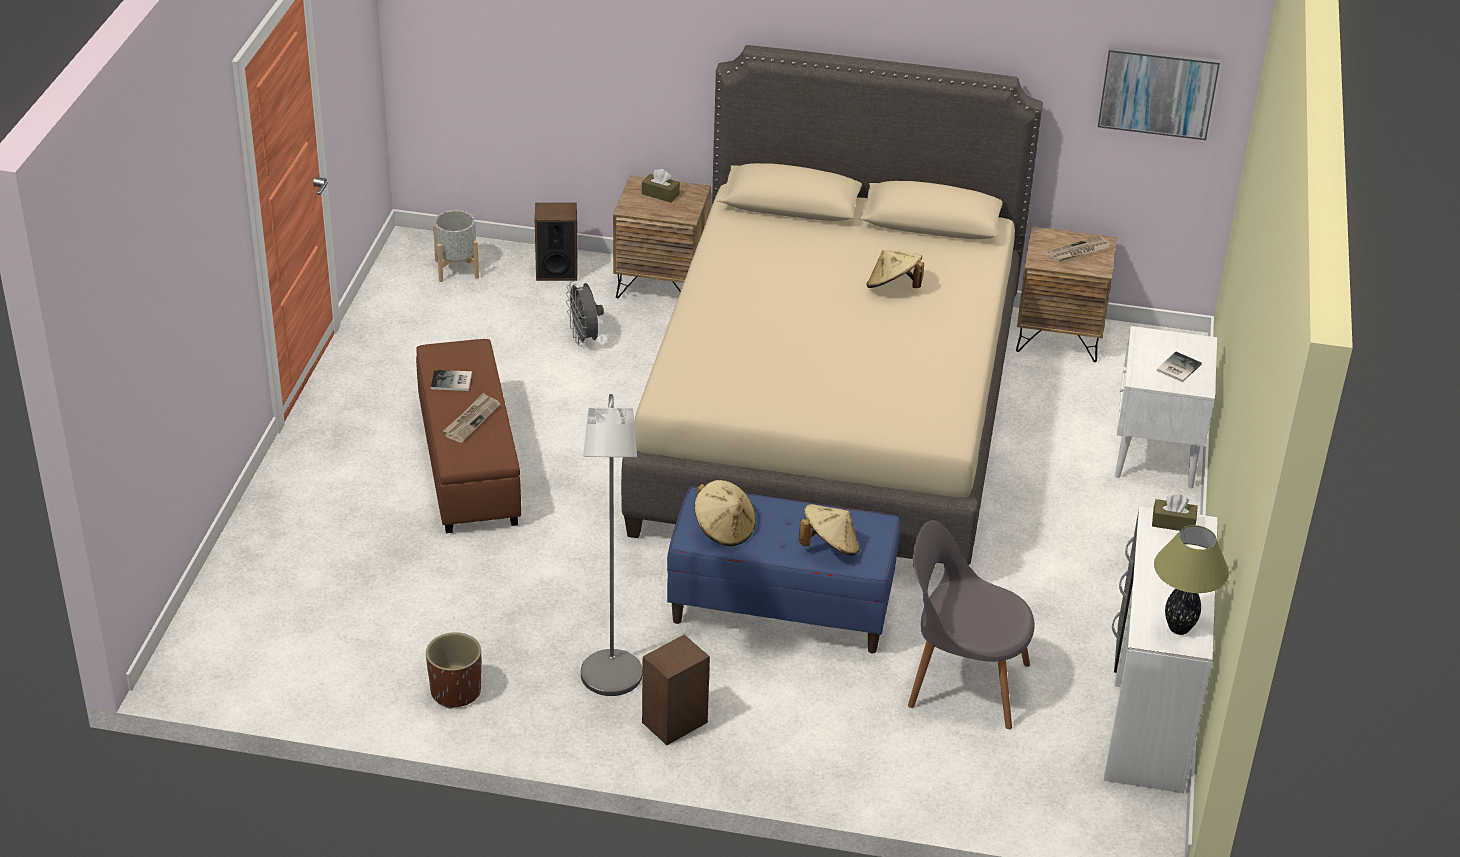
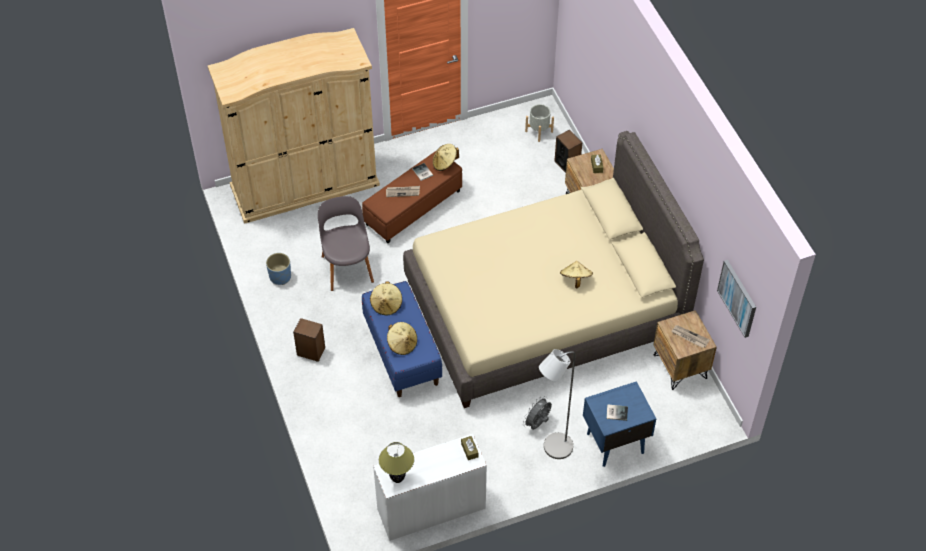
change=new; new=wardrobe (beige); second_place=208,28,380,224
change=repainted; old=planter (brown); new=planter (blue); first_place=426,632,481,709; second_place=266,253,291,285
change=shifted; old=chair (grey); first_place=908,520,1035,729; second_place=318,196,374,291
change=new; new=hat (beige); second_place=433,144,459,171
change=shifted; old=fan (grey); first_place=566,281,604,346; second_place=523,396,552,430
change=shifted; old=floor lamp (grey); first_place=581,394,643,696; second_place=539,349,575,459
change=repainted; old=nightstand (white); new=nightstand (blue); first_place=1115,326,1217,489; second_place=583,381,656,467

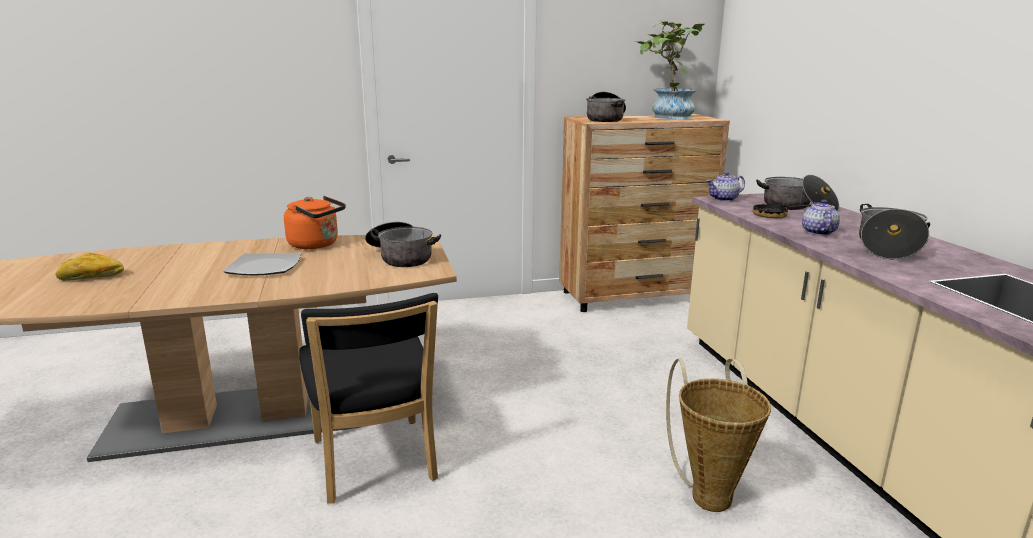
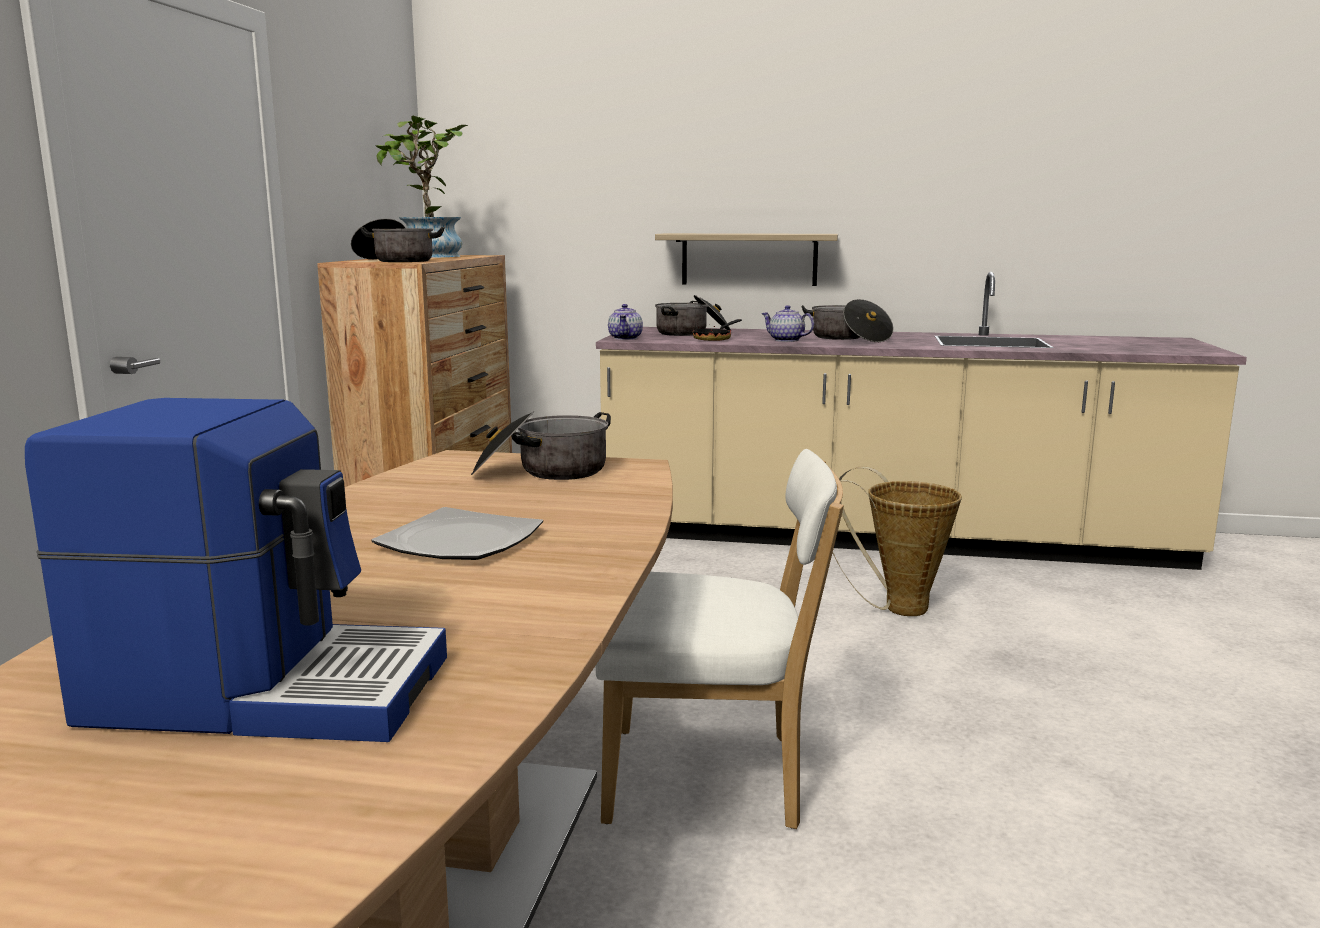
change=swapped; old=bread; new=coffee machine; first_place=56,253,124,281; second_place=25,398,447,742
change=repainted; old=chair (black); new=chair (white); first_place=299,293,438,504; second_place=596,449,844,829
change=new; new=shelf; second_place=655,233,838,286
change=gone; old=kettle (orange); first_place=284,196,346,249

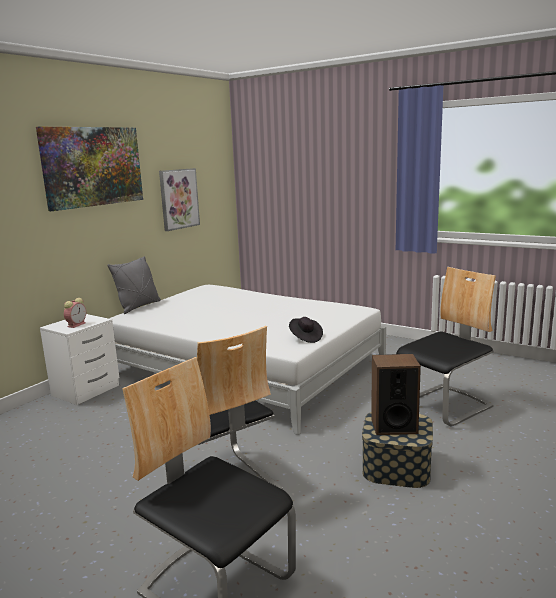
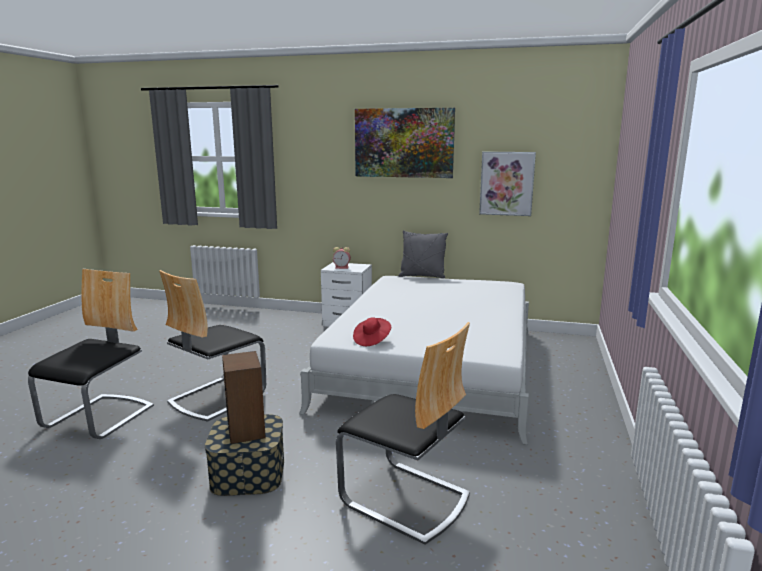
change=repainted; old=hat (black); new=hat (red); first_place=289,317,323,343; second_place=353,317,391,346

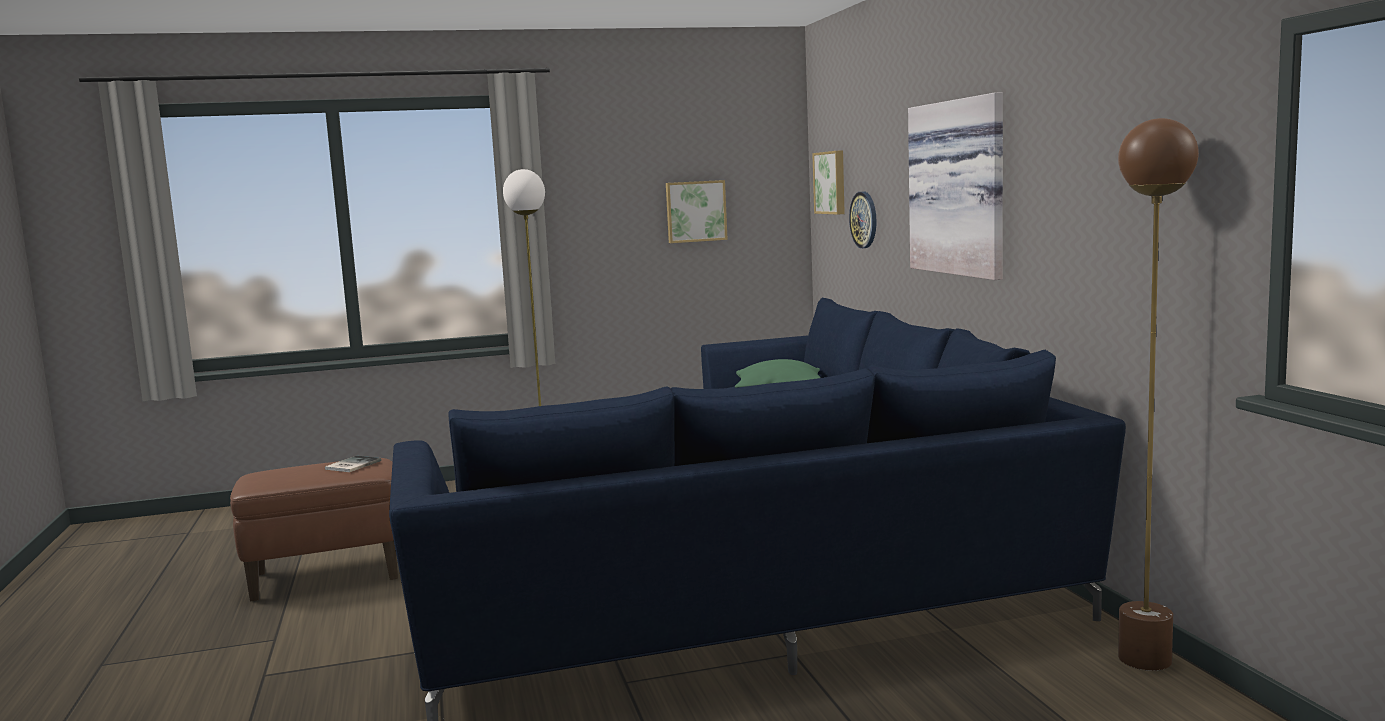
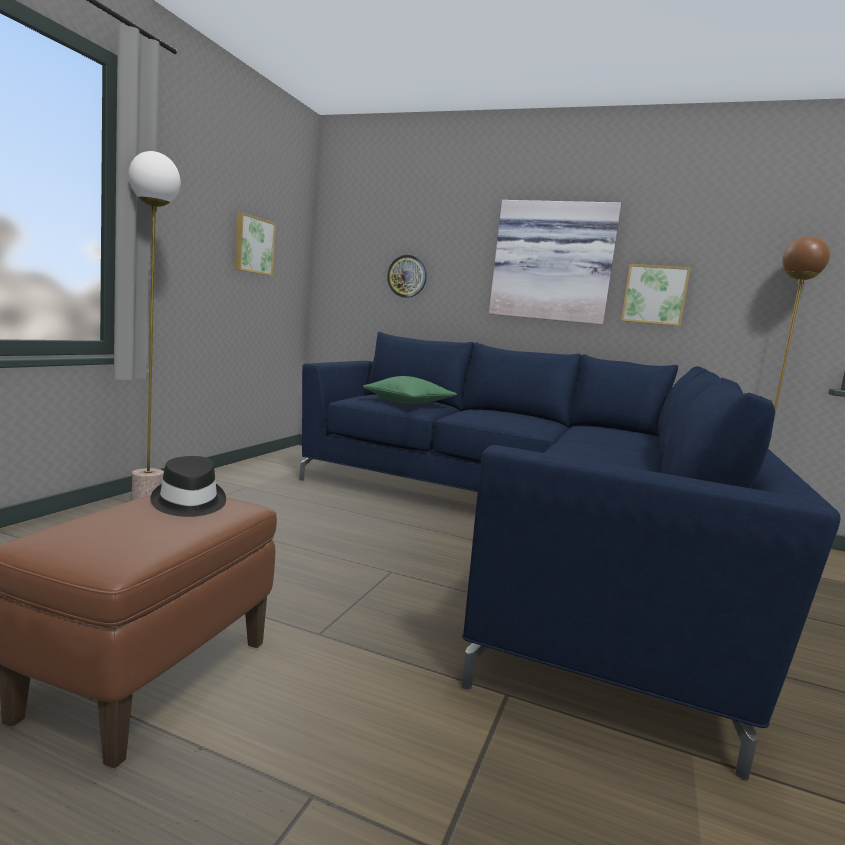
change=swapped; old=book; new=hat (black); first_place=325,456,381,472; second_place=151,456,226,517
change=shifted; old=picture; first_place=812,150,845,215; second_place=621,264,691,326

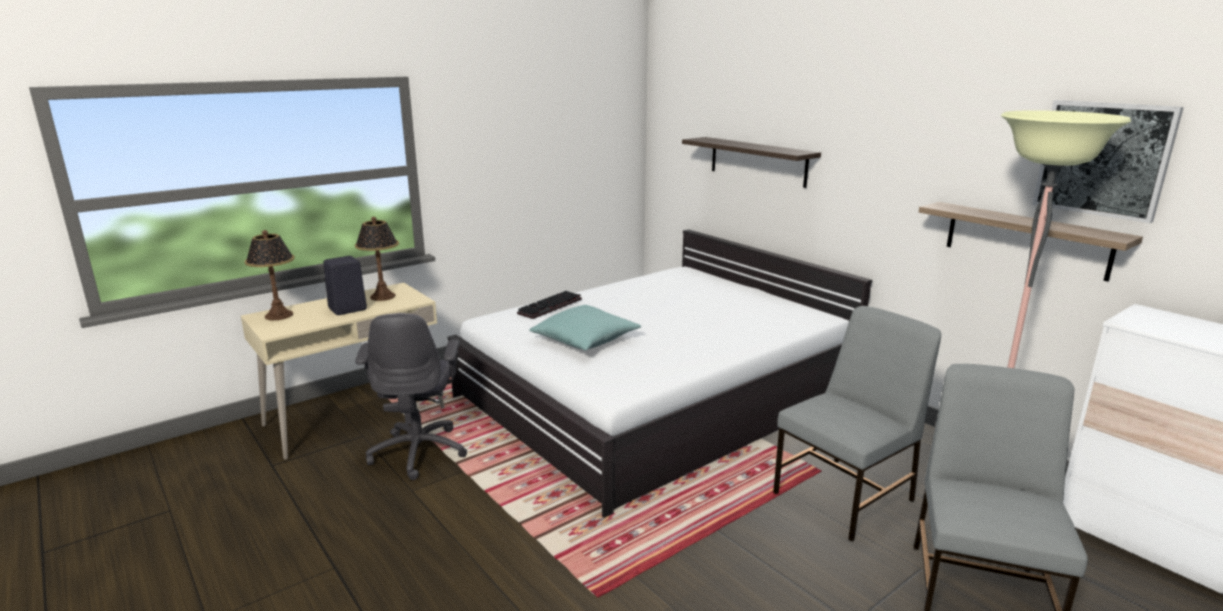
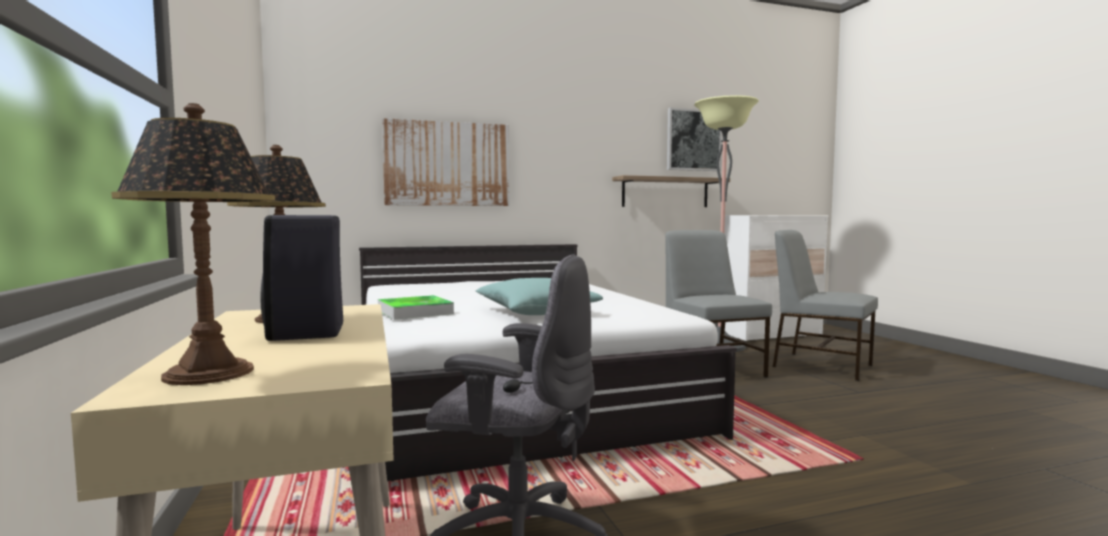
change=swapped; old=keyboard; new=tray; first_place=517,291,582,319; second_place=378,295,454,320
change=swapped; old=shelf; new=picture; first_place=682,137,821,188; second_place=382,118,509,206

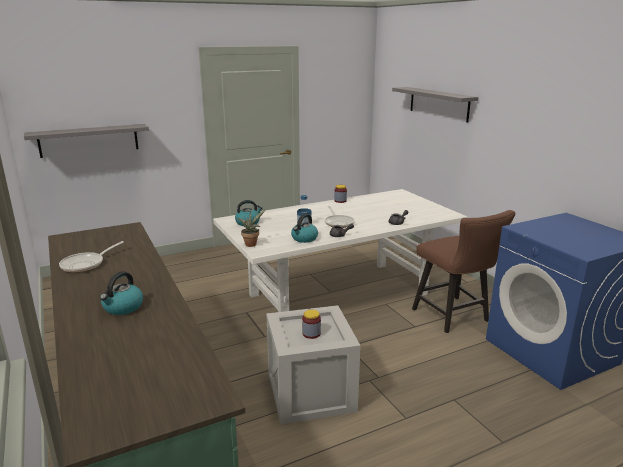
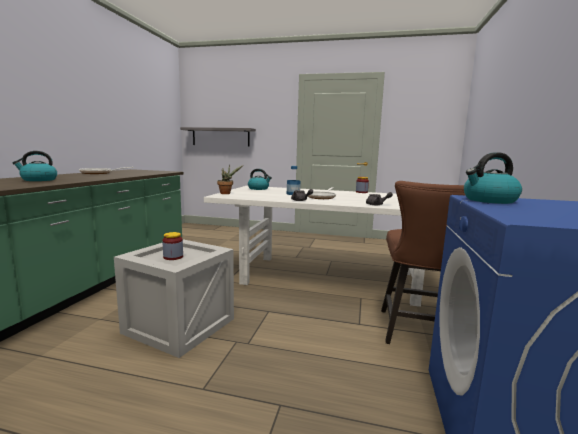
change=shifted; old=kettle; first_place=291,214,318,243; second_place=464,152,522,204
change=gone; old=shelf (grey); first_place=392,87,478,122

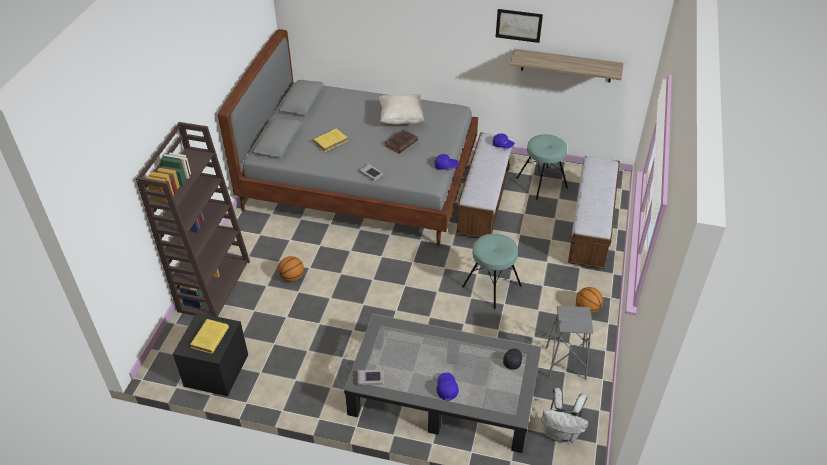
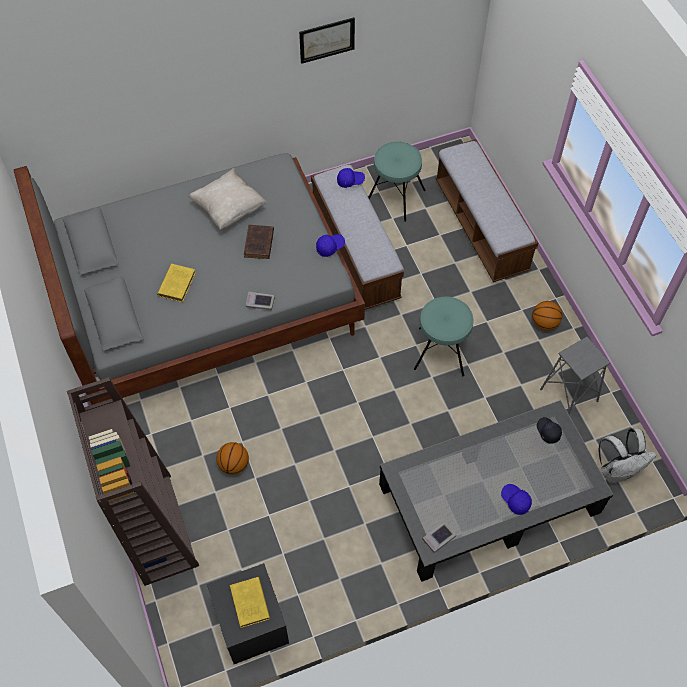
change=gone; old=shelf; first_place=510,49,623,82

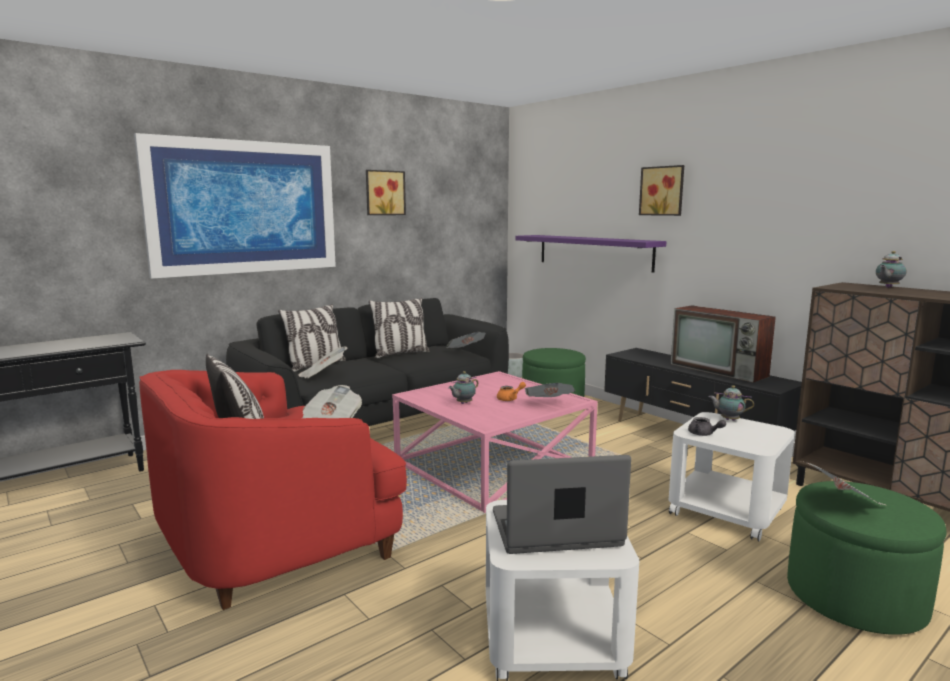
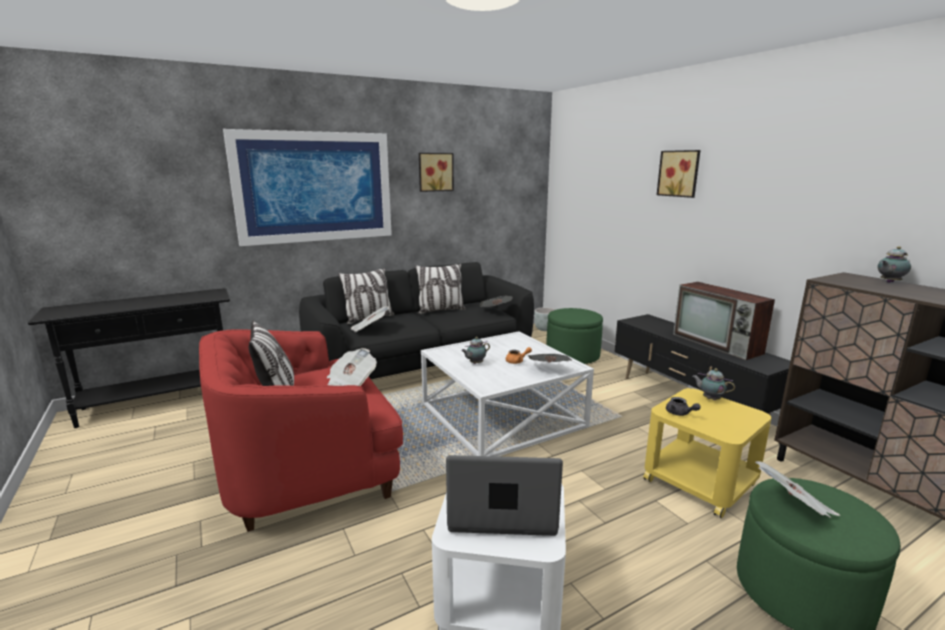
change=repainted; old=coffee table (pink); new=coffee table (white); first_place=392,371,598,513; second_place=421,331,594,456
change=repainted; old=side table (white); new=side table (yellow); first_place=669,412,795,542; second_place=643,388,772,518
change=gone; old=shelf (purple); first_place=515,235,666,273

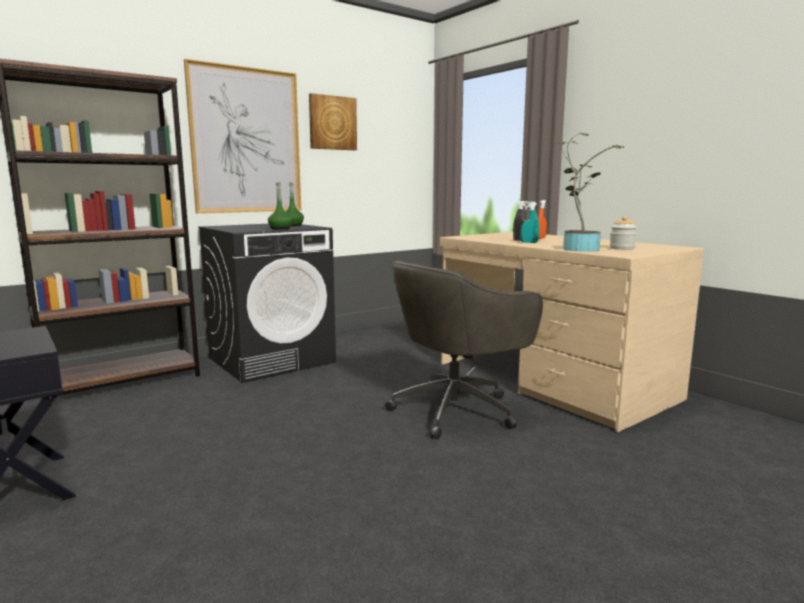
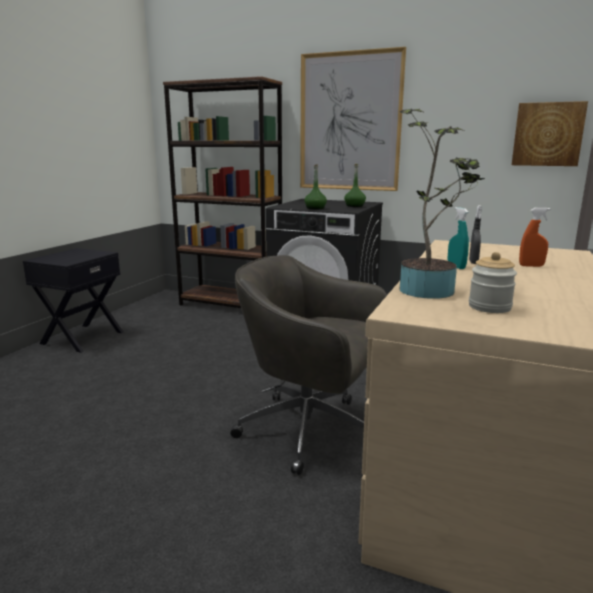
change=shifted; old=picture; first_place=309,93,357,150; second_place=512,101,588,166

